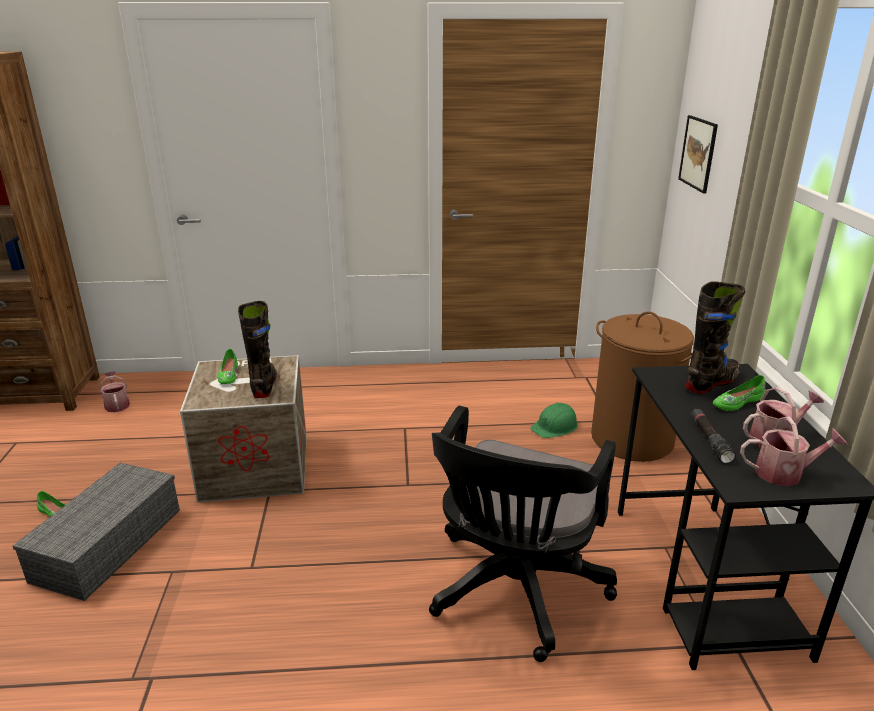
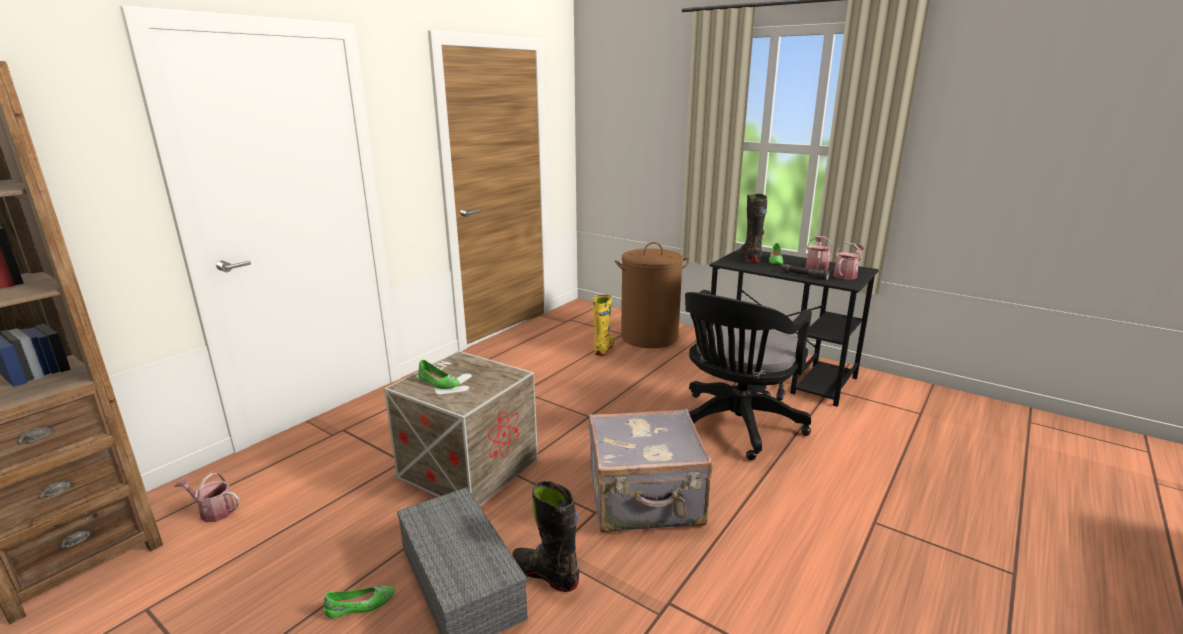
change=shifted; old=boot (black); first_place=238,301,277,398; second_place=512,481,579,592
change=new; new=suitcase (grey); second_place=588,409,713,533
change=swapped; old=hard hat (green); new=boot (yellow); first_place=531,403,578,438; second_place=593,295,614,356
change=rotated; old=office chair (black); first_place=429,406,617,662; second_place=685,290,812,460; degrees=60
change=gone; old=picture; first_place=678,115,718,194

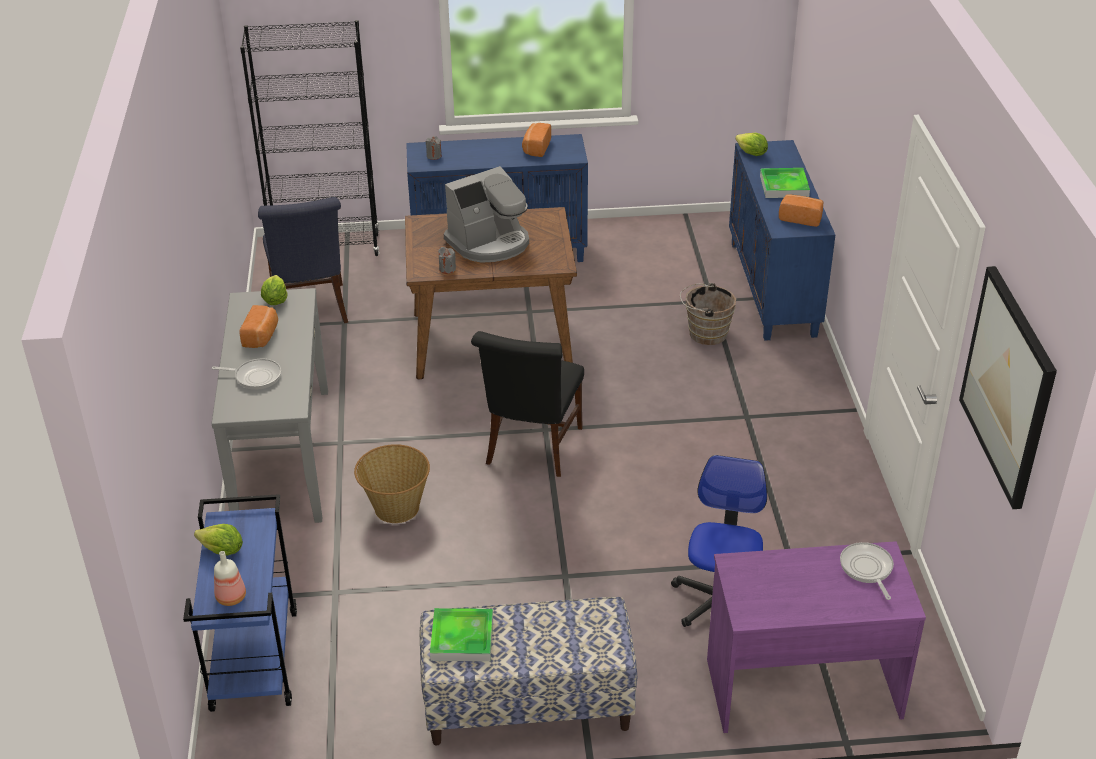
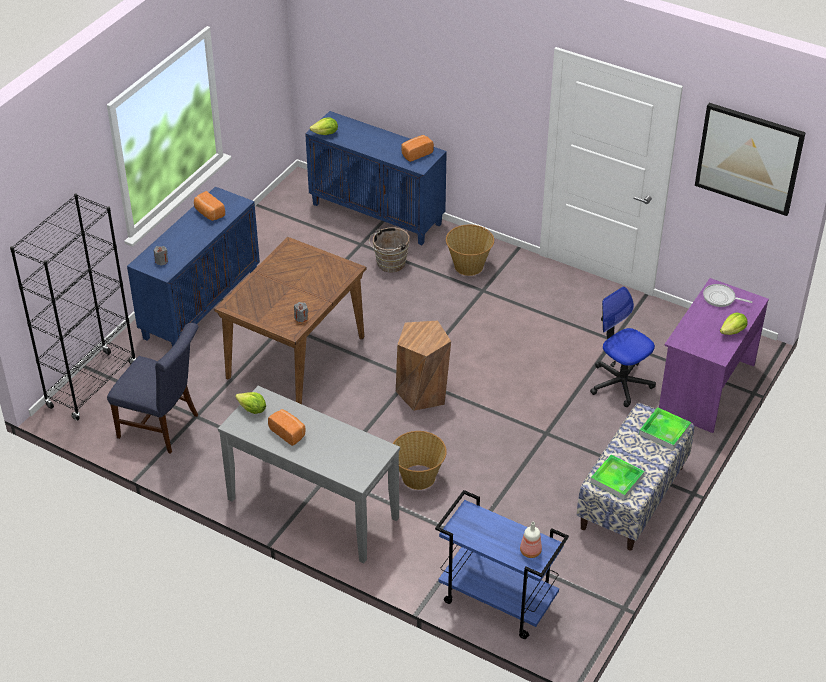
change=swapped; old=chair (black); new=stool (brown); first_place=471,331,584,477; second_place=396,320,451,411
change=new; new=basket; second_place=446,224,494,276
change=shifted; old=tray; first_place=760,168,810,198; second_place=639,407,691,450
change=shifted; old=lettuce; first_place=194,524,243,556; second_place=720,313,748,335
change=gone; old=frying pan; first_place=212,359,281,390
change=gone; old=coffee machine; first_place=444,166,529,263

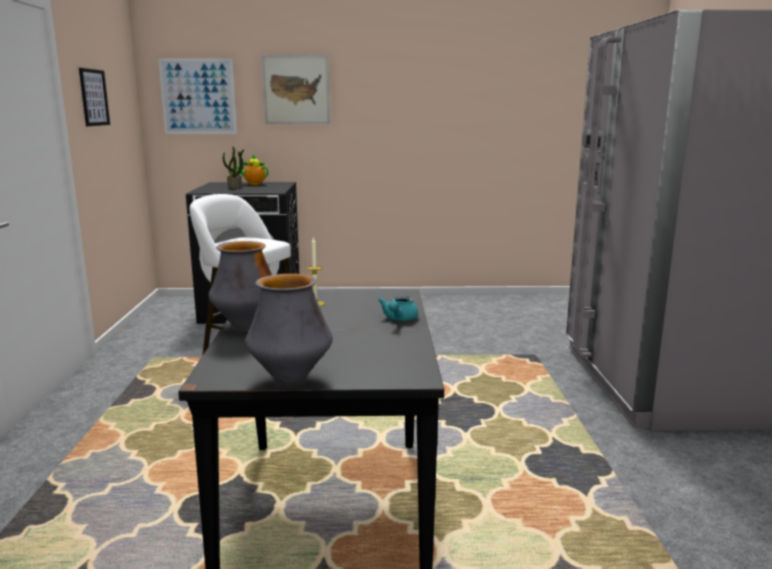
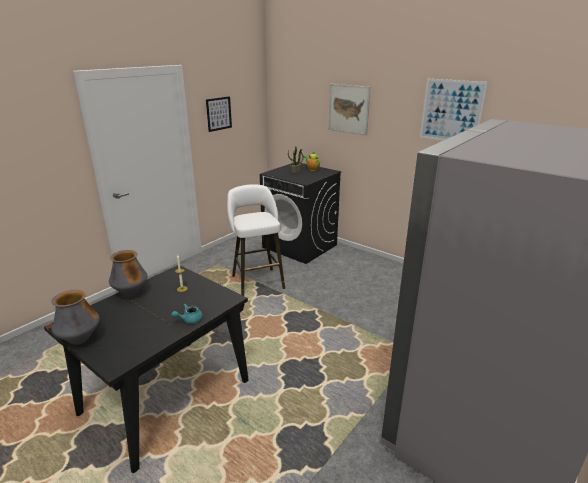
change=shifted; old=picture; first_place=158,58,237,134; second_place=420,79,488,141

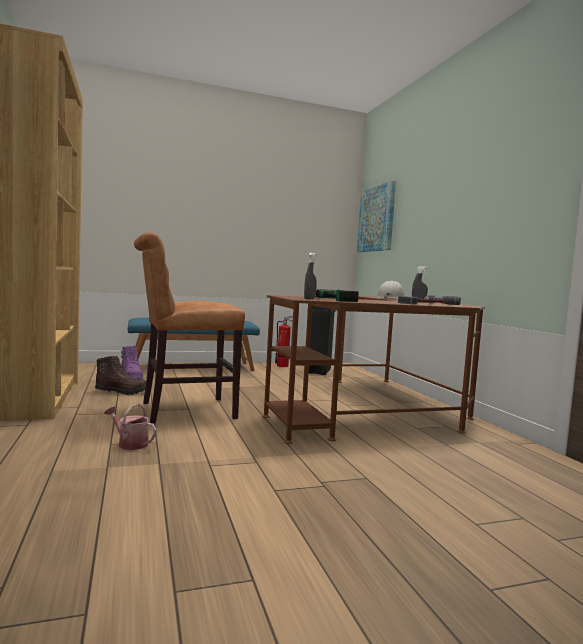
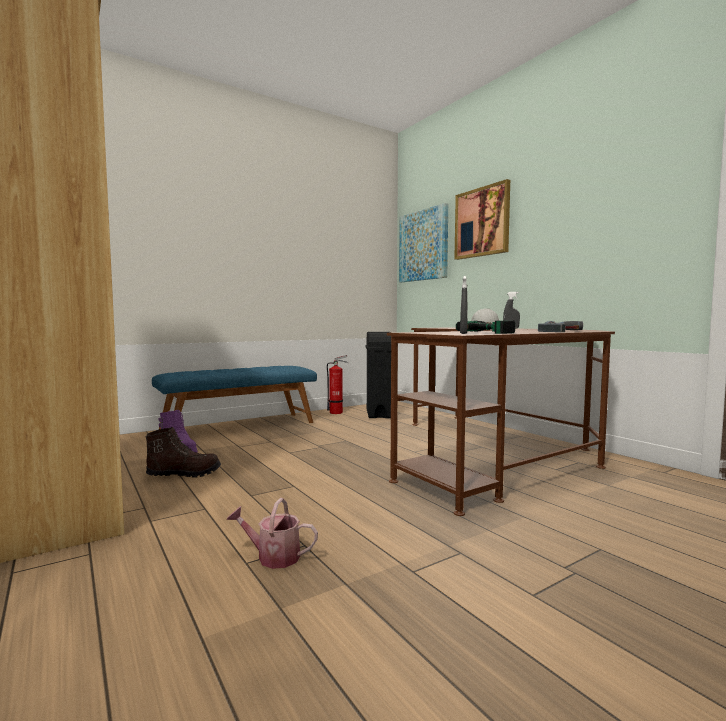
change=new; new=picture; second_place=454,179,510,260
change=gone; old=chair (brown); first_place=134,232,245,424

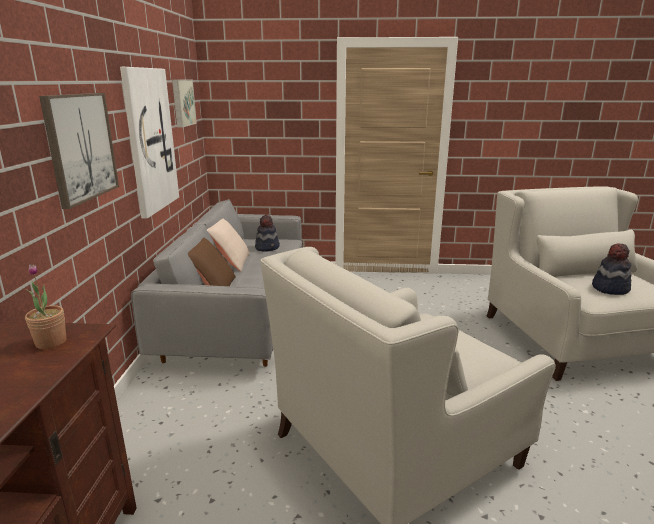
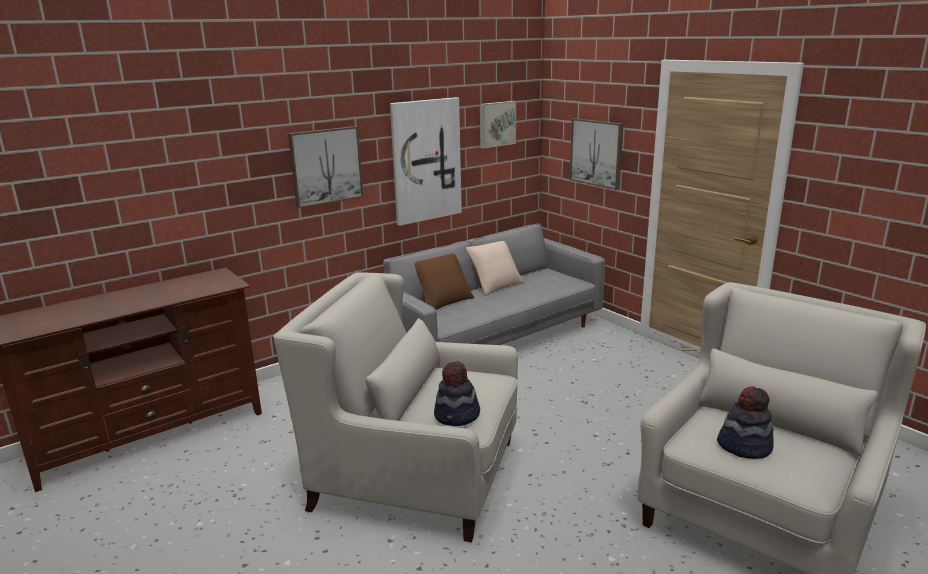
change=shifted; old=hat; first_place=255,215,280,252; second_place=434,361,480,426
change=new; new=picture; second_place=570,118,623,190
change=gone; old=potted plant; first_place=25,264,66,349

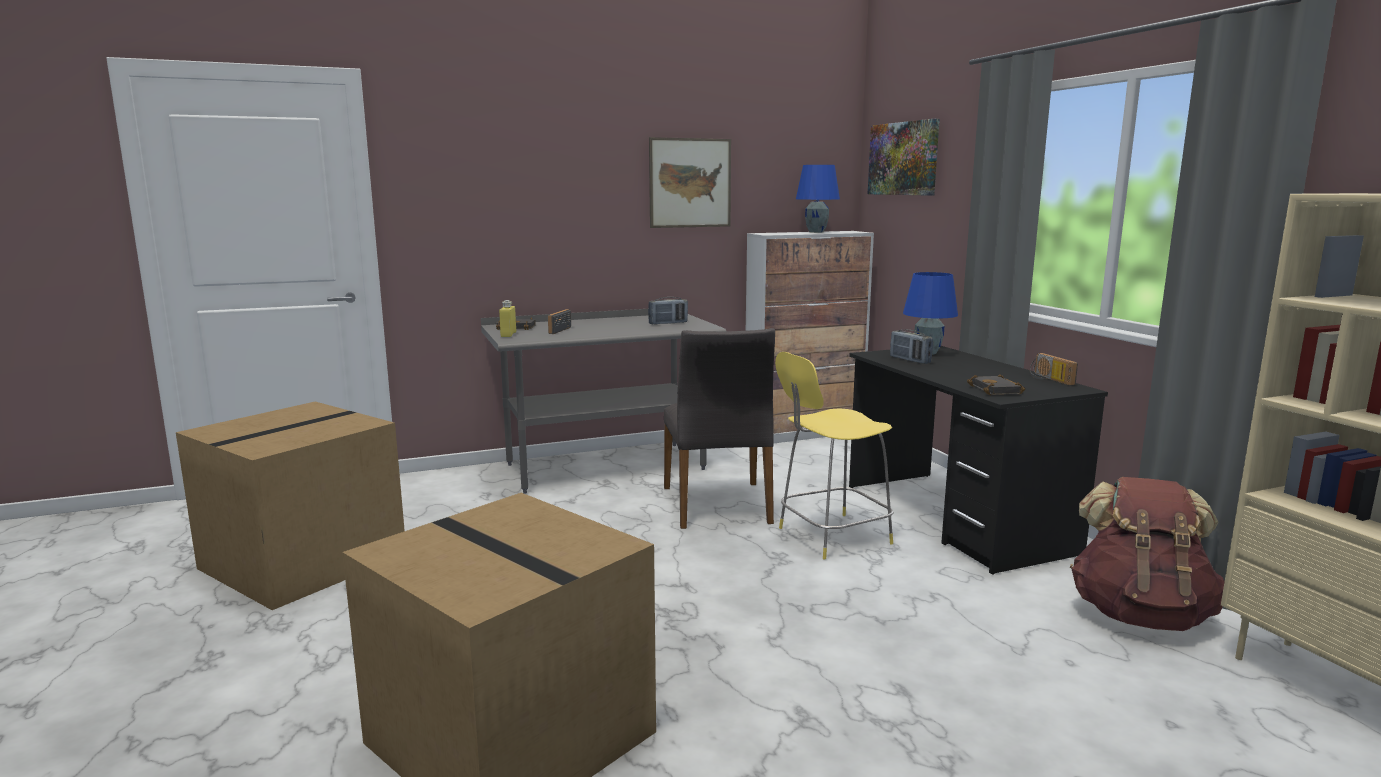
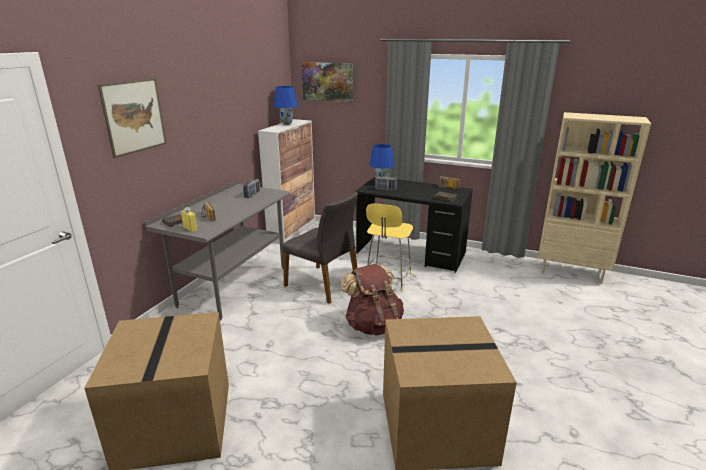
change=shifted; old=picture; first_place=649,137,731,228; second_place=98,78,167,158
change=shifted; old=backpack (brown); first_place=1070,477,1225,631; second_place=340,264,404,336

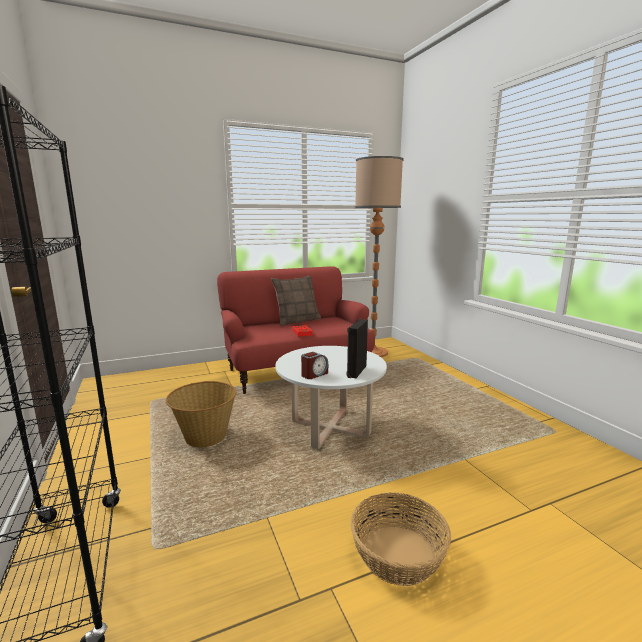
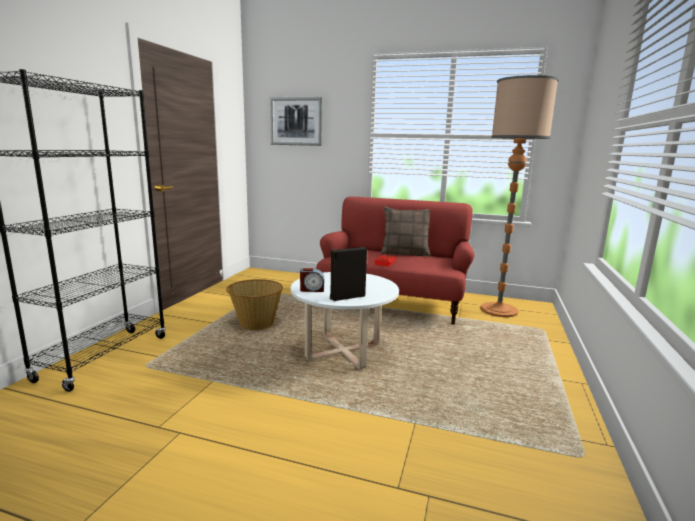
change=new; new=picture; second_place=270,97,323,146
change=gone; old=basket; first_place=350,492,451,586

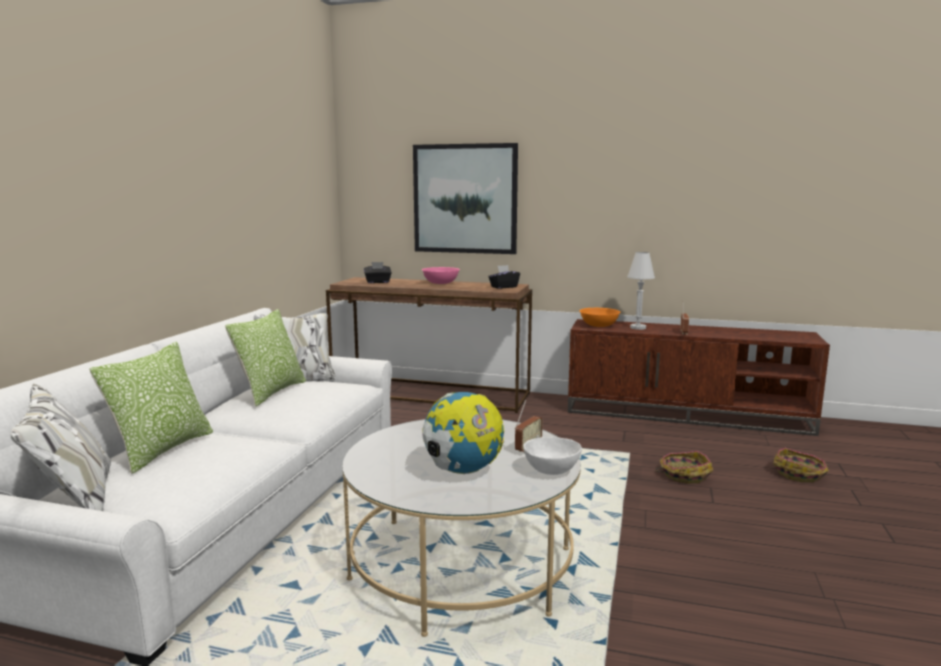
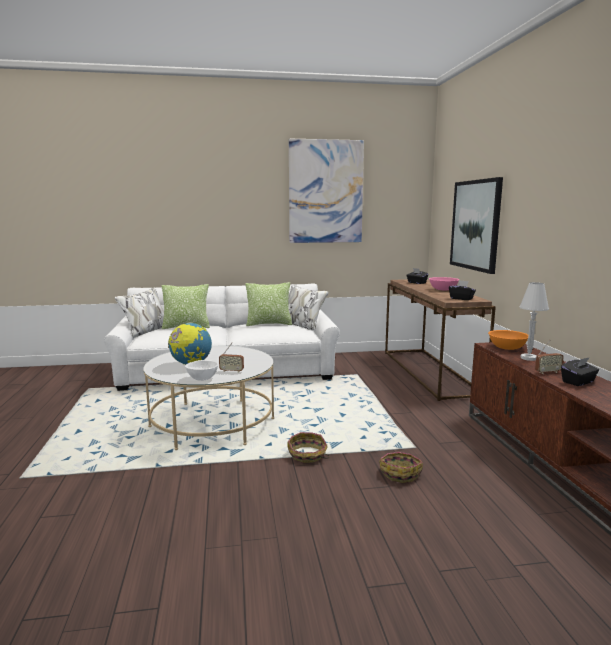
change=shifted; old=basket; first_place=773,448,829,482; second_place=288,432,329,463
change=new; new=picture; second_place=289,139,364,243
change=new; new=tissue box (black); second_place=561,357,599,386

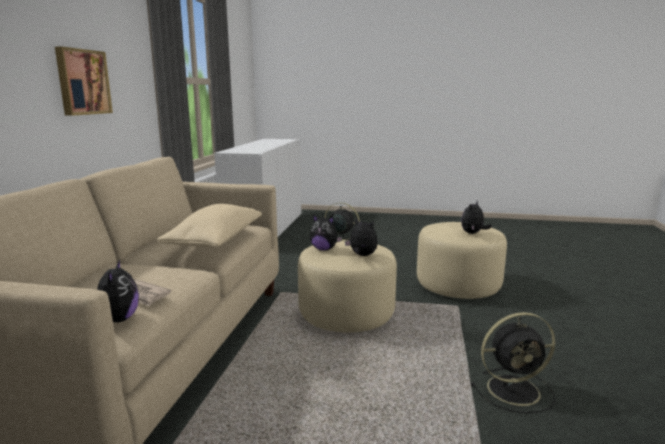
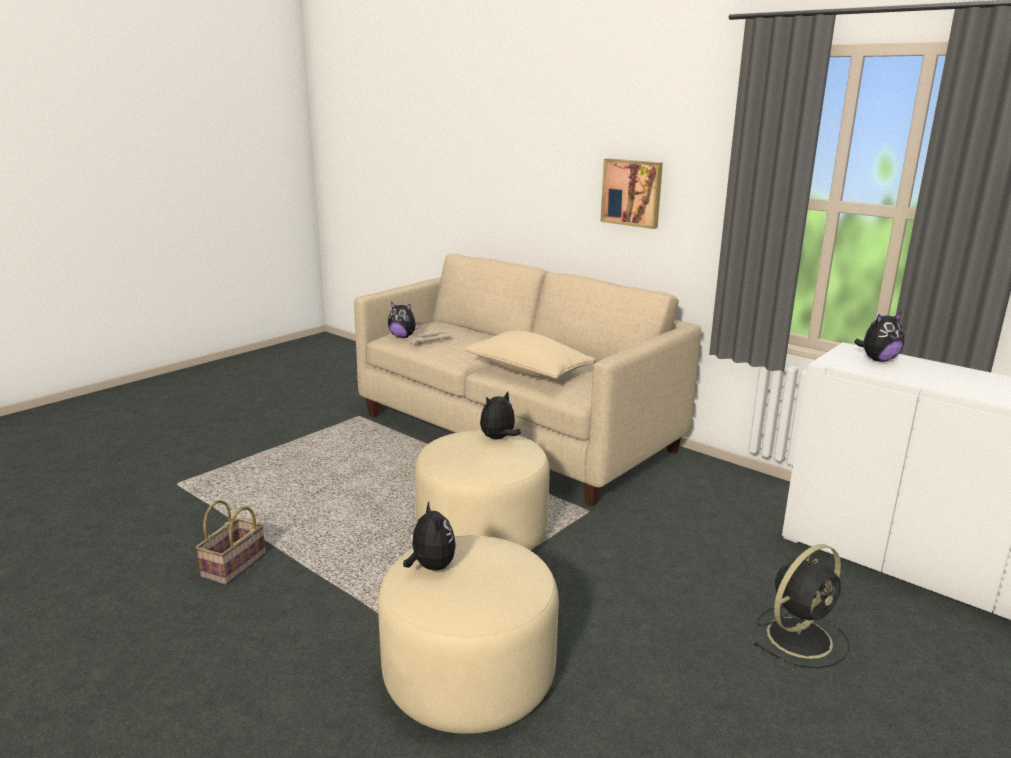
change=swapped; old=fan (black); new=basket; first_place=471,312,555,413; second_place=195,500,266,585
change=shifted; old=plush toy; first_place=345,219,378,256; second_place=854,311,904,362

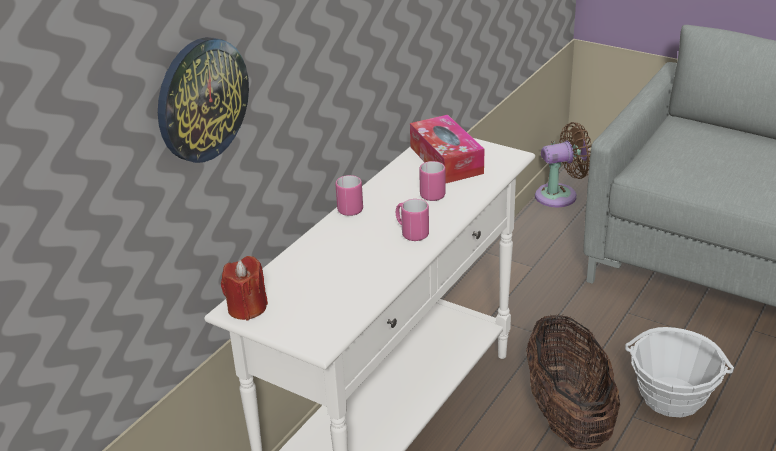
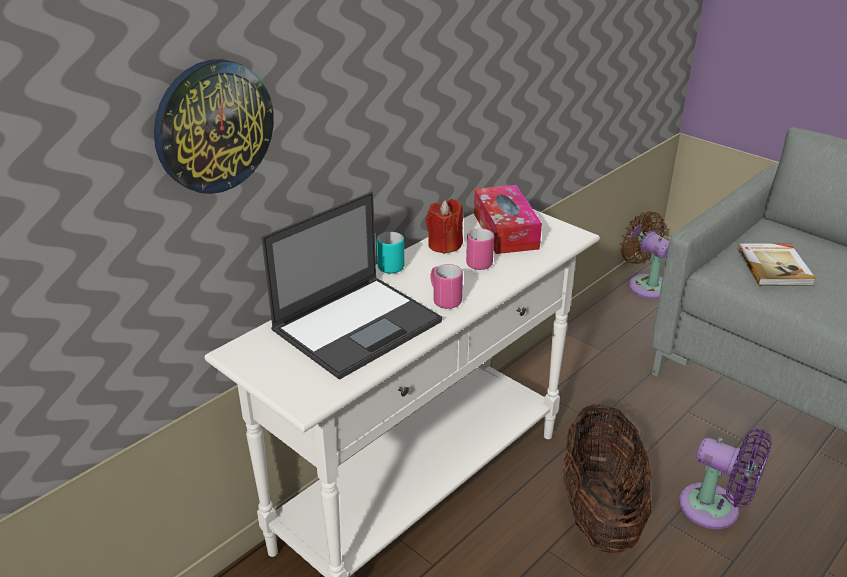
change=new; new=laptop; second_place=261,192,442,380
change=repainted; old=mug (pink); new=mug (turquoise); first_place=335,175,363,216; second_place=377,232,404,274
change=shifted; old=candle (red); first_place=221,256,268,320; second_place=426,199,463,254
change=rotated; old=fan (brown); first_place=535,122,591,207; second_place=620,211,670,299; degrees=-120
change=swapped; old=basket; new=fan (purple); first_place=625,327,734,417; second_place=679,429,772,529
change=new; new=book; second_place=737,243,816,286

